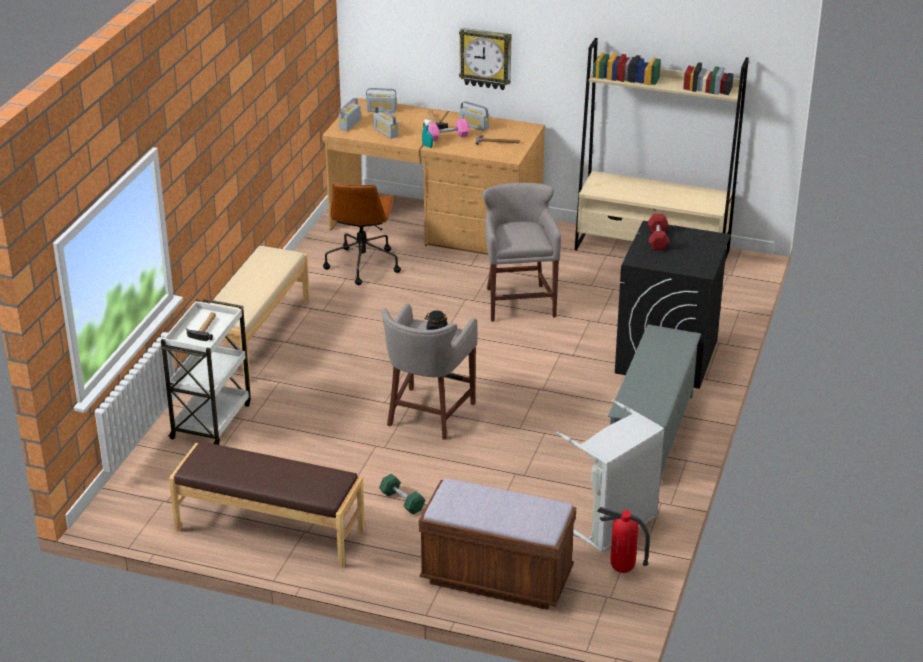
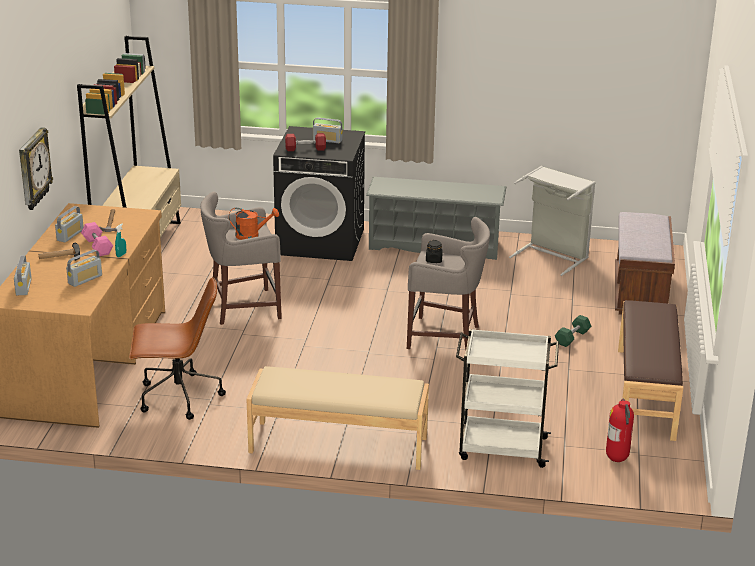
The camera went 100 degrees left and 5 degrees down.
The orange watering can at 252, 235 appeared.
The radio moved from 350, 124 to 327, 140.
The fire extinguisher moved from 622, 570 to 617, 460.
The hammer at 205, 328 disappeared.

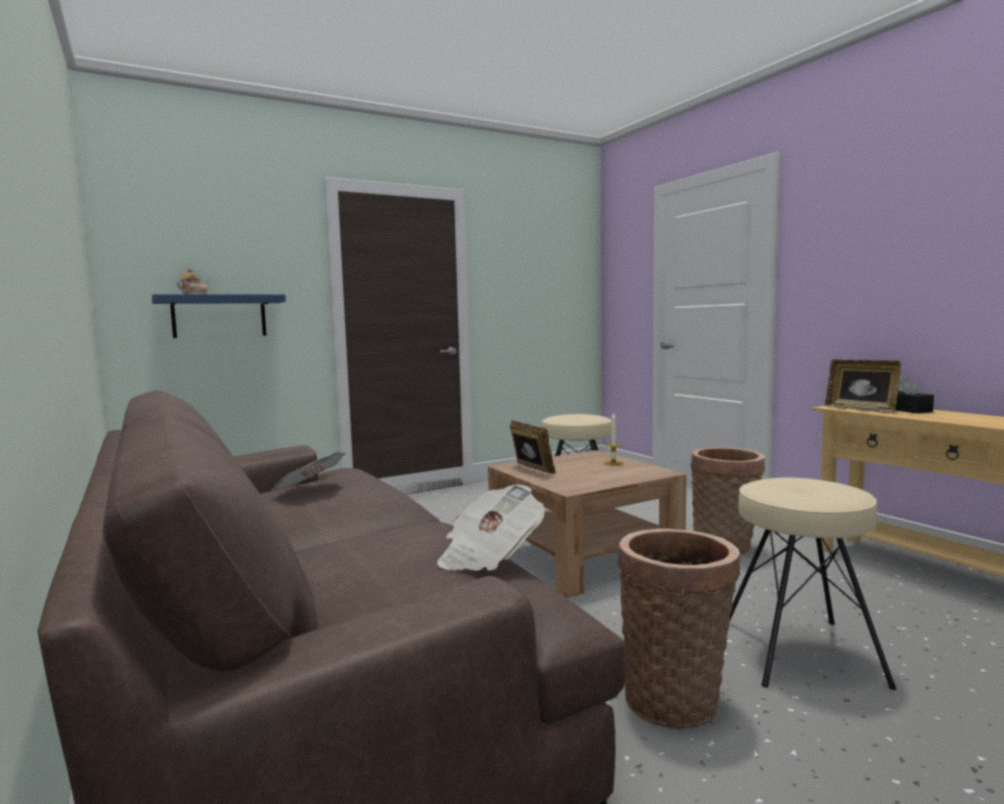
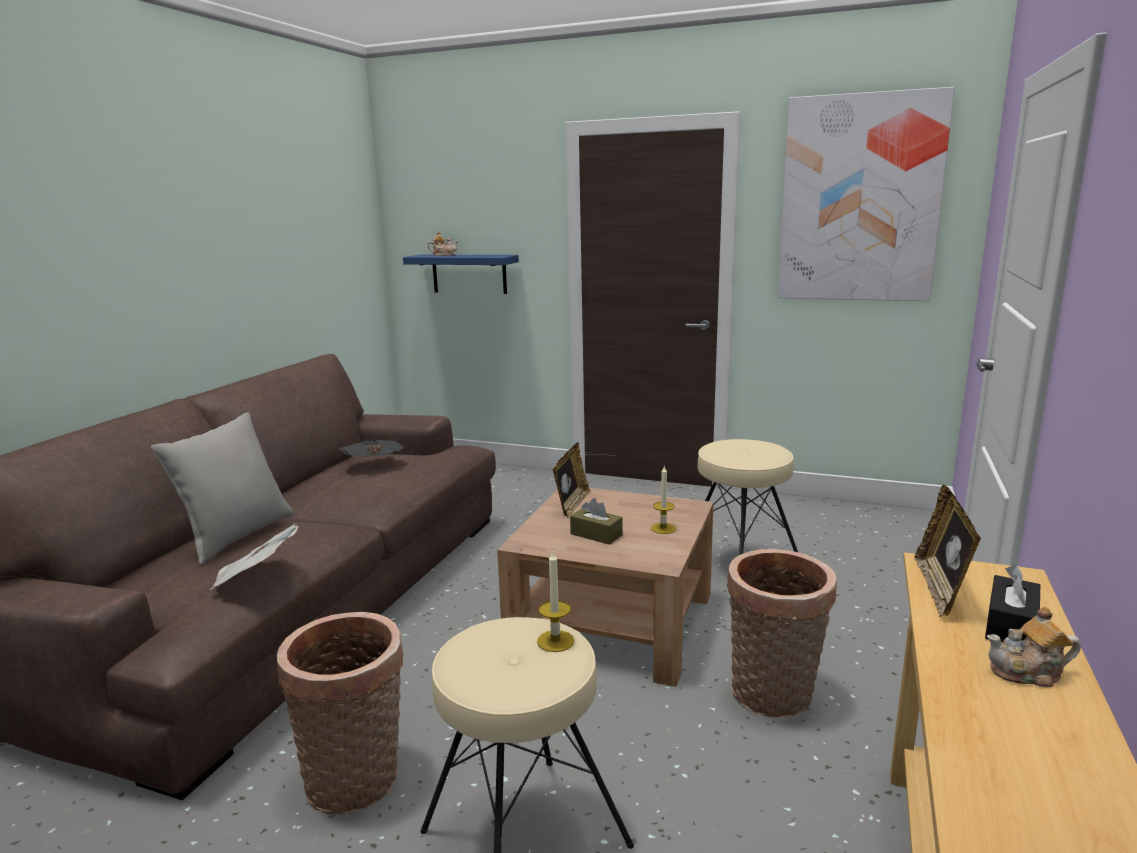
The camera went 50 degrees right and 10 degrees up.
The grey pillow at 236, 536 appeared.
The candle at 555, 641 appeared.
The brown tissue box at 596, 534 appeared.
The picture at 859, 199 appeared.
The teapot at 1028, 673 appeared.

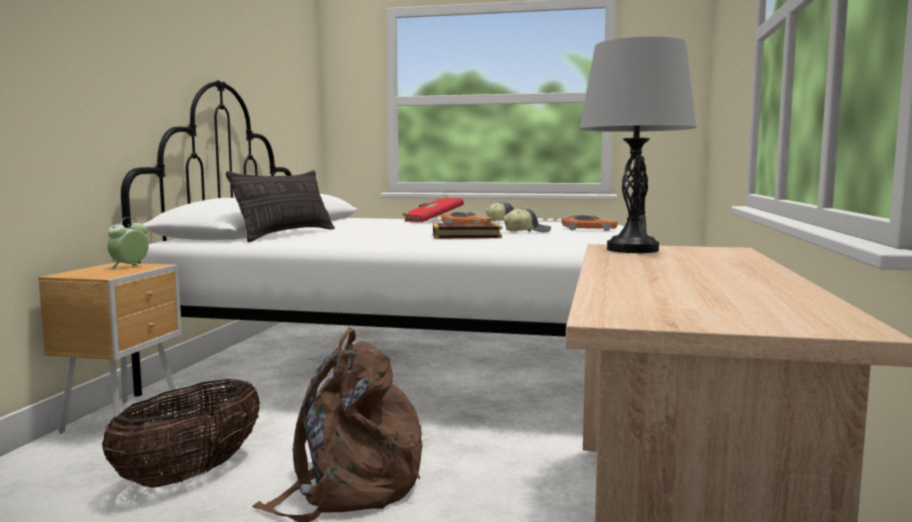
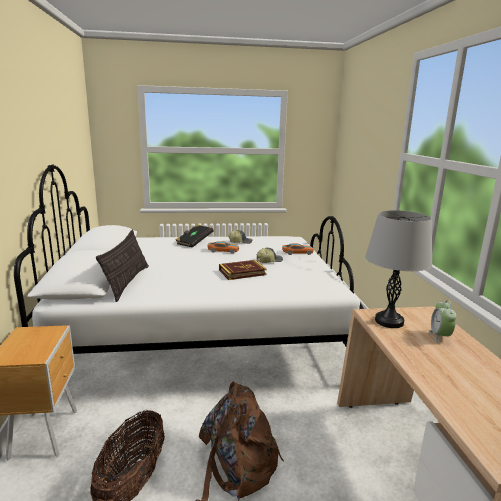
The camera went 20 degrees left and 10 degrees up.
The red book at 432, 221 became the black book at 194, 242.
The alarm clock moved from 129, 267 to 440, 336.

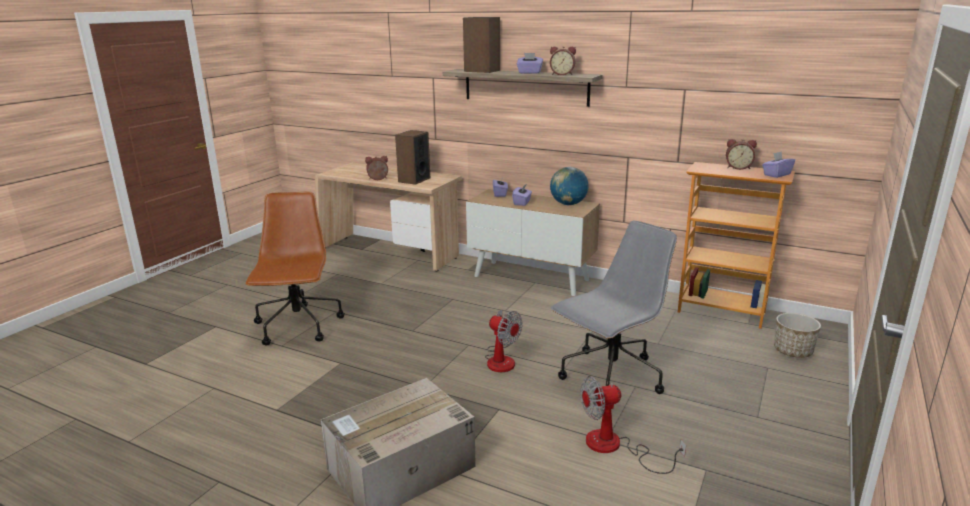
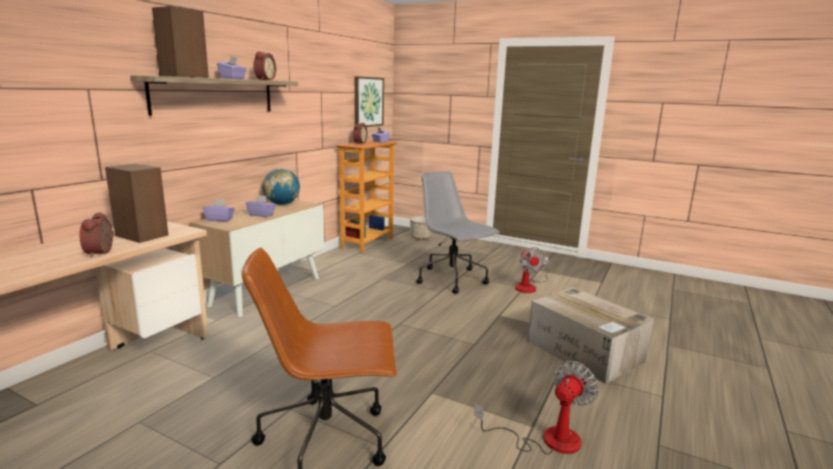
The camera went 90 degrees left and 5 degrees down.
The picture at 368, 102 appeared.
The fan moved from 501, 359 to 547, 439.

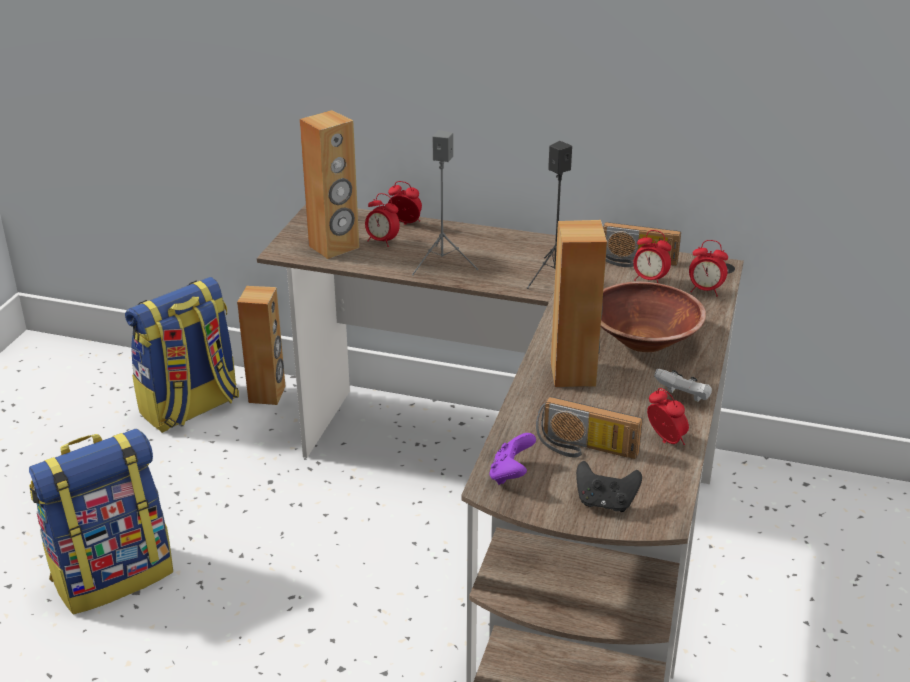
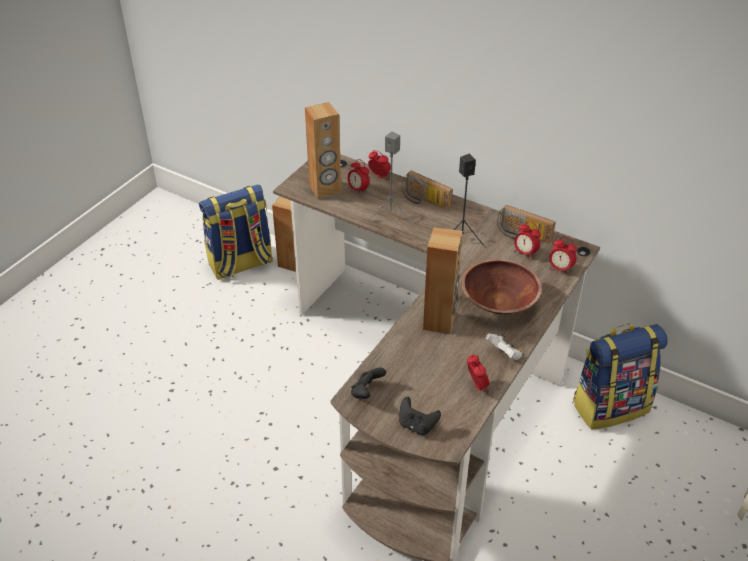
The camera went 15 degrees right and 10 degrees up.
The purple game controller at 511, 475 became the black game controller at 366, 392.
The radio moved from 584, 449 to 424, 201.
The backpack moved from 113, 575 to 610, 405.

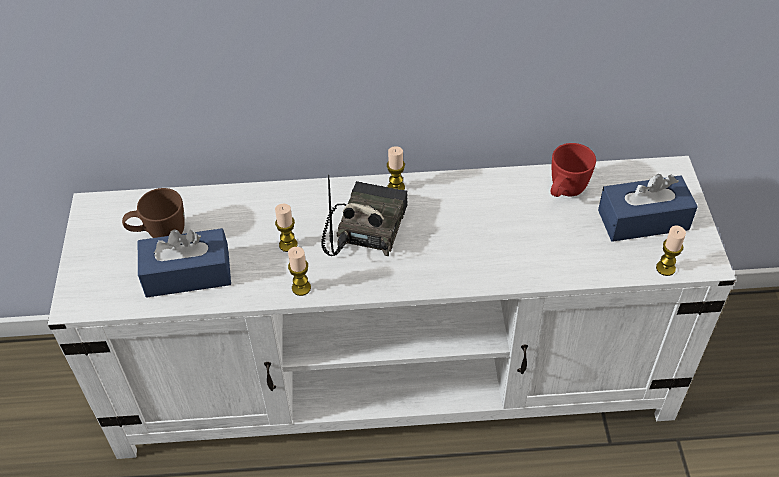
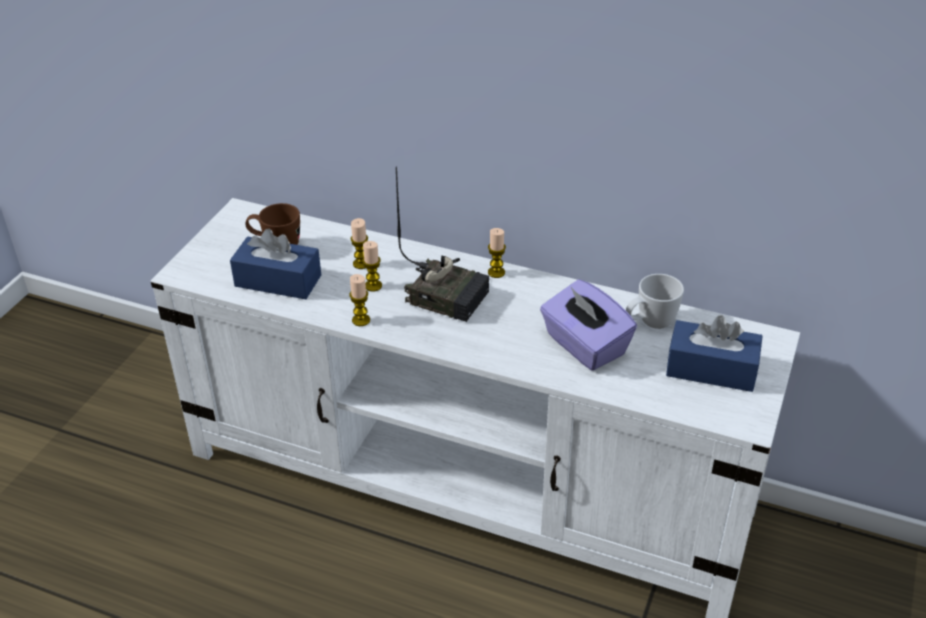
The camera went 25 degrees right and 10 degrees down.
The candle moved from 665, 268 to 361, 264.
The radio at 365, 227 turned 75 degrees clockwise.
The purple tissue box at 584, 346 appeared.
The red mug at 564, 193 became the white mug at 649, 324.

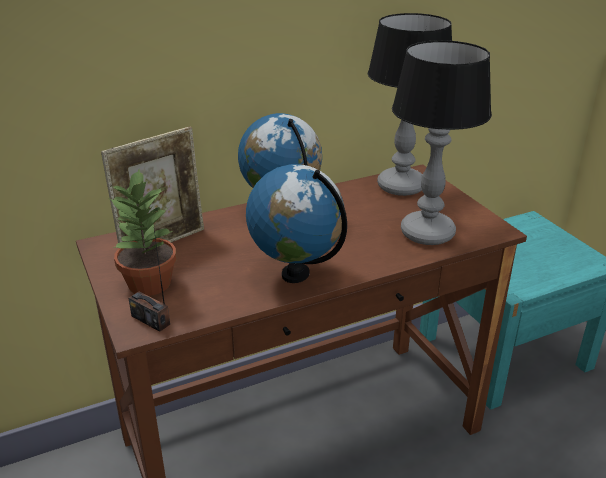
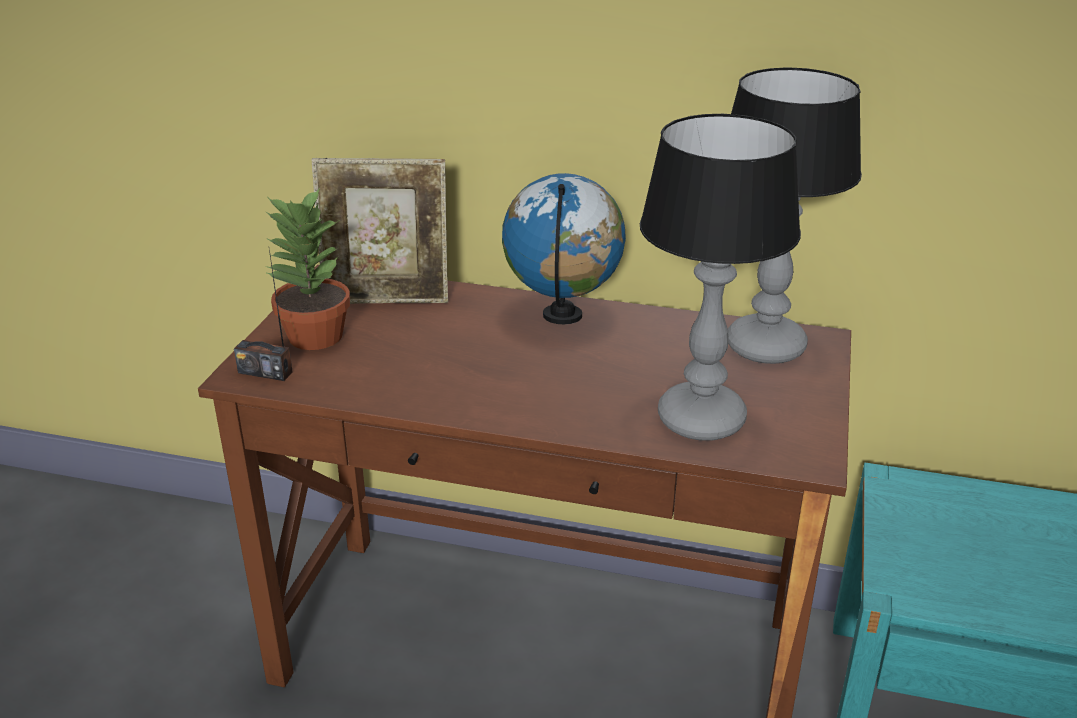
The camera went 40 degrees right and 0 degrees up.
The radio at 151, 320 turned 60 degrees counterclockwise.
The globe at 296, 274 disappeared.

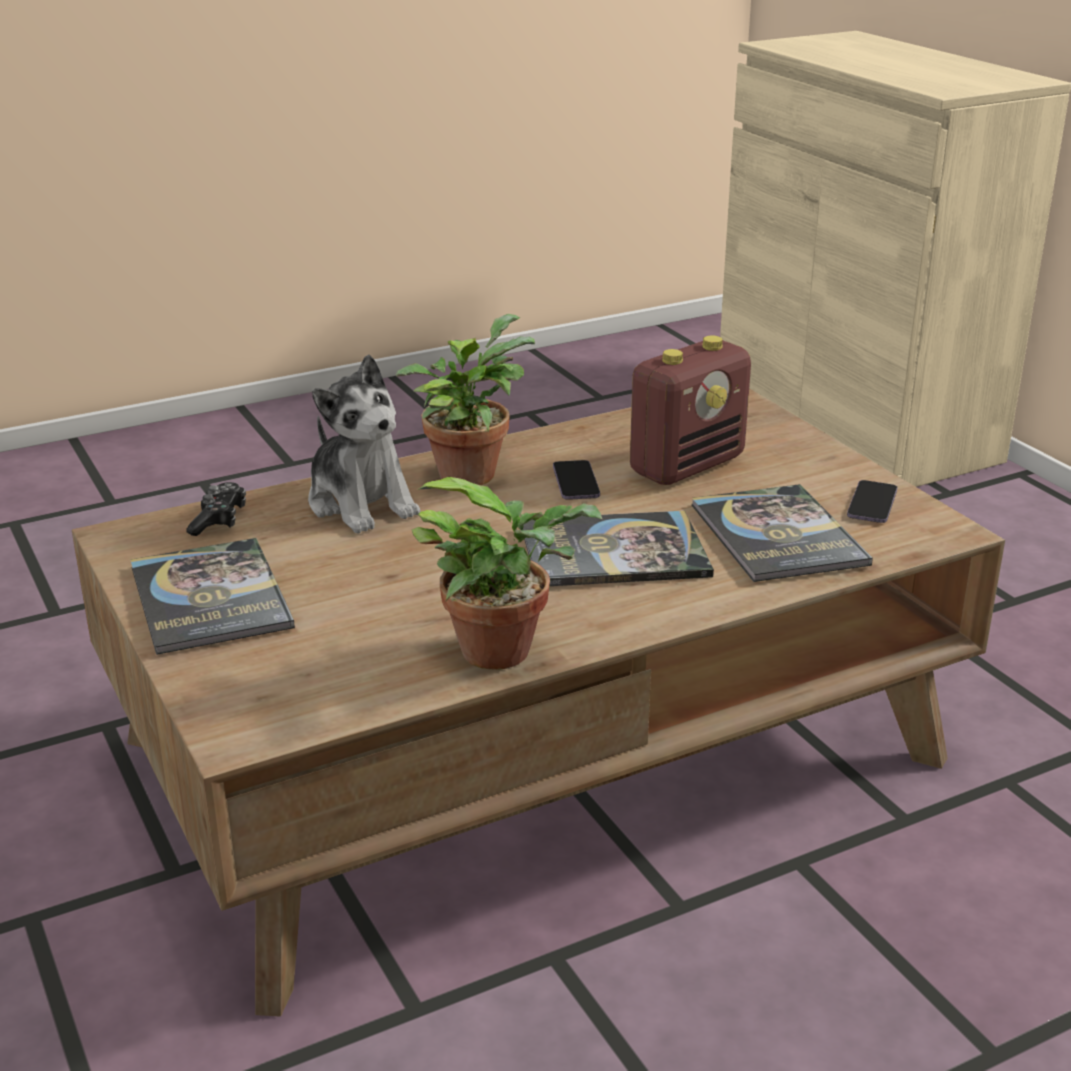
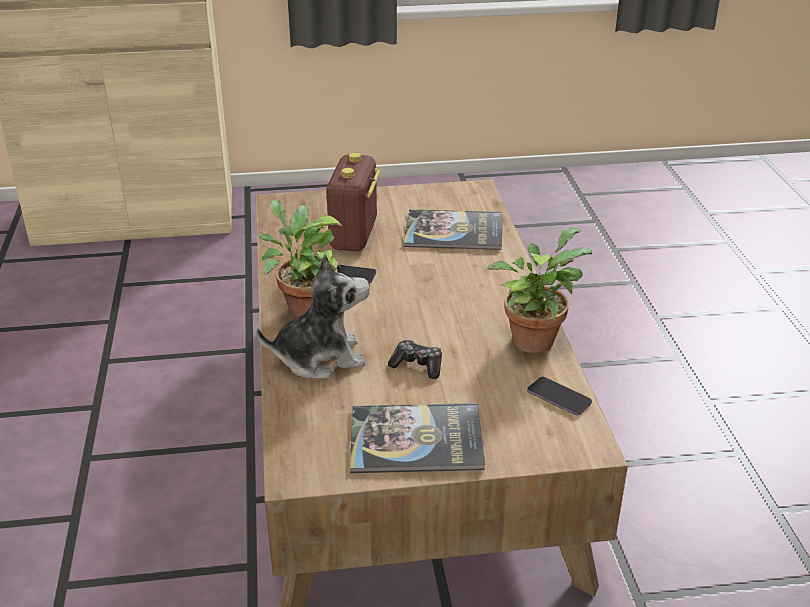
The camera went 70 degrees left and 5 degrees up.
The radio at 687, 465 turned 150 degrees counterclockwise.
The game controller moved from 219, 520 to 417, 365.
The phone moved from 872, 504 to 559, 397.
The book at 613, 552 disappeared.

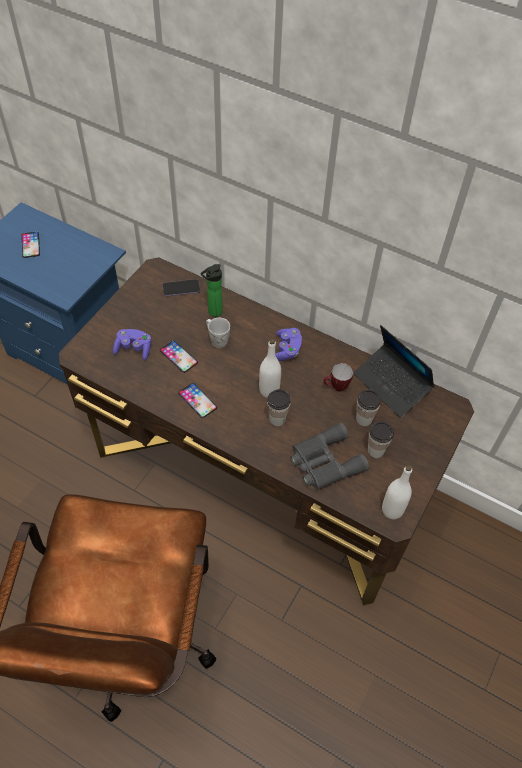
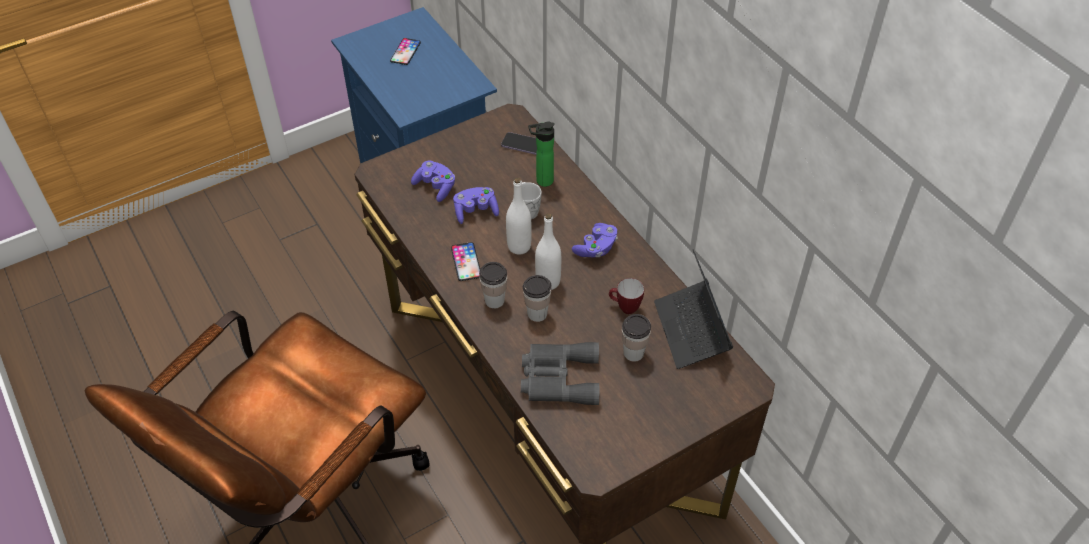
The camera went 30 degrees right and 5 degrees down.
The phone at 178, 356 was replaced by the purple game controller at 476, 211.
The cup moved from 376, 450 to 494, 300.
The white bottle moved from 392, 510 to 519, 246.

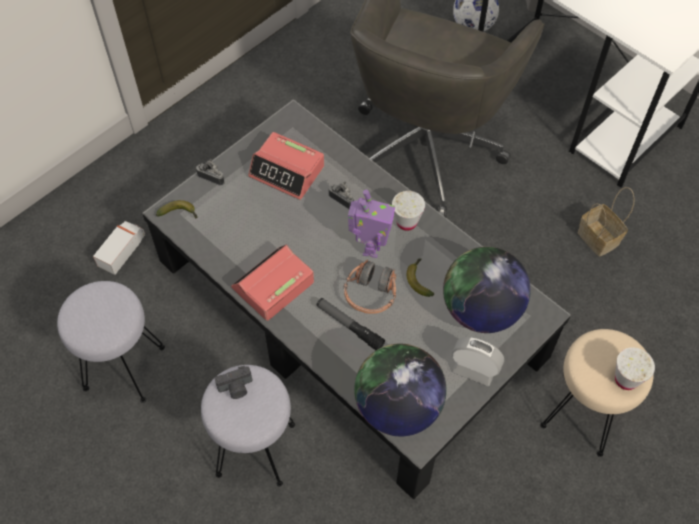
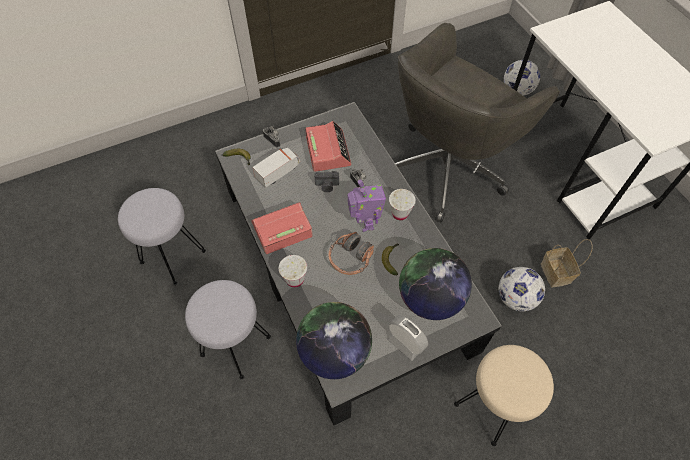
The camera went 20 degrees right and 0 degrees up.
The toy truck moved from 123, 252 to 278, 172.
The white cup moved from 626, 379 to 295, 279.
The alarm clock at 287, 171 turned 150 degrees counterclockwise.
The photo camera moved from 236, 388 to 327, 186.
The toy robot at 370, 247 turned 45 degrees counterclockwise.
The football at 515, 298 appeared.
The flashlight at 349, 326 disappeared.

